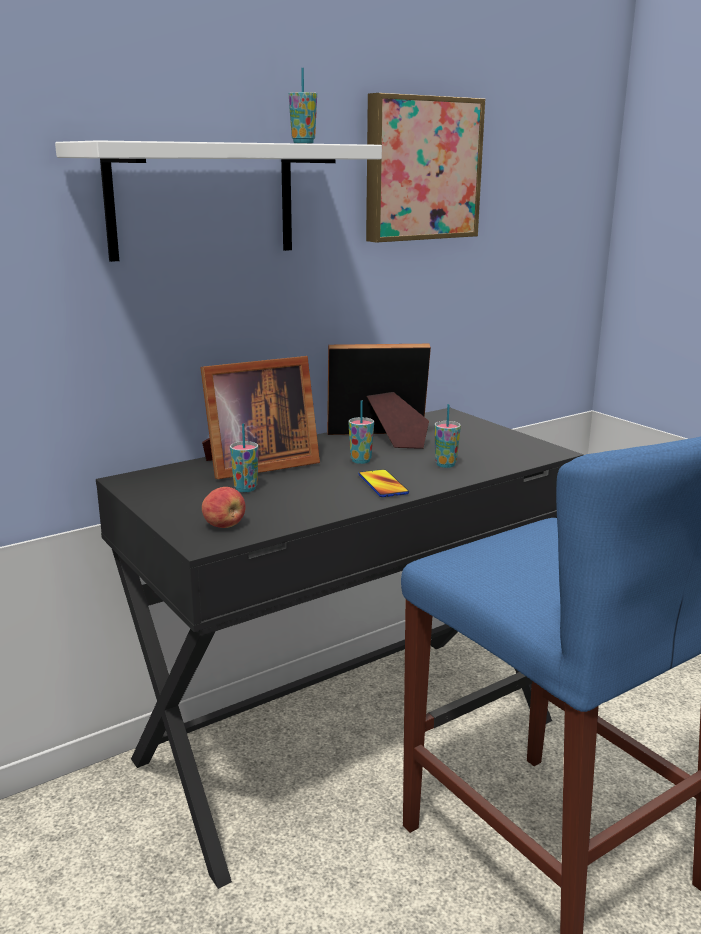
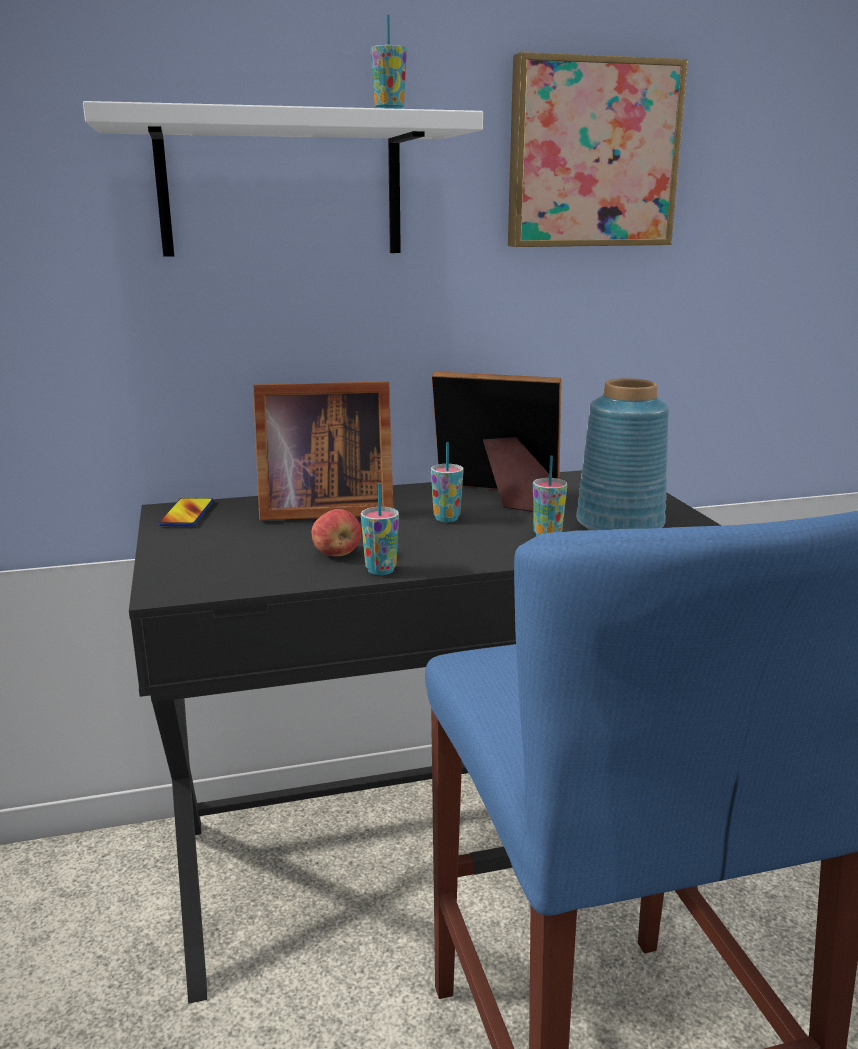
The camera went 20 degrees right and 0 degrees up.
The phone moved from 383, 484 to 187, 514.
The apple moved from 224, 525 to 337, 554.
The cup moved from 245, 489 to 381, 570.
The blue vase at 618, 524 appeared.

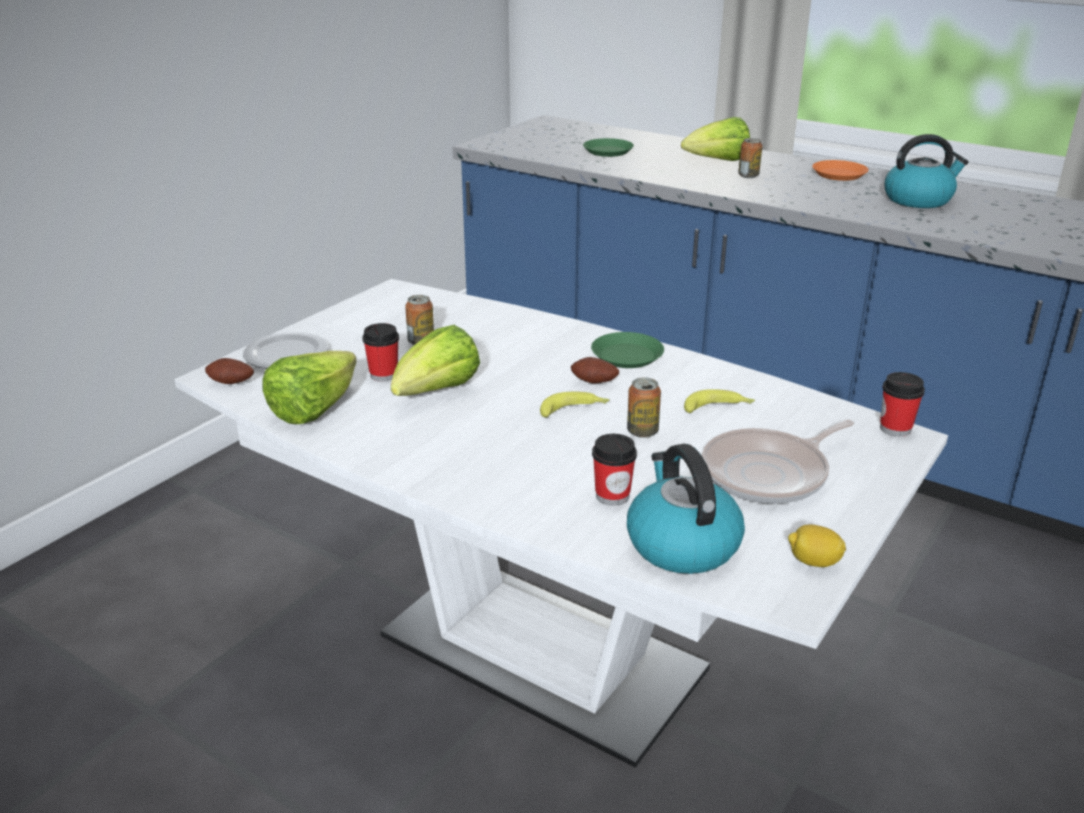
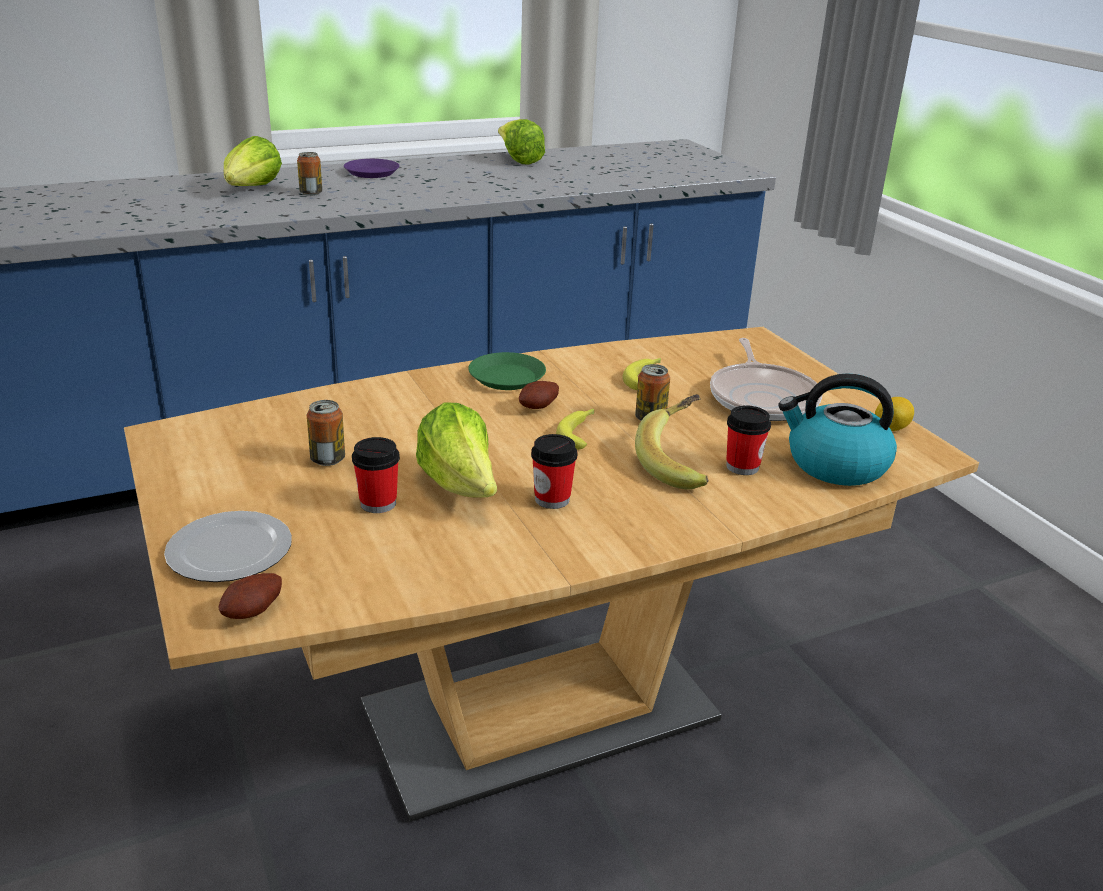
The camera went 60 degrees left and 0 degrees up.
The white dining table at 542, 653 became the brown dining table at 540, 713.
The orange plate at 839, 175 became the purple plate at 372, 173.
The lettuce moved from 314, 410 to 518, 160.
The cup moved from 895, 429 to 552, 499.
The banana at 681, 463 appeared.
The green plate at 608, 151 disappeared.
The kettle at 918, 199 disappeared.

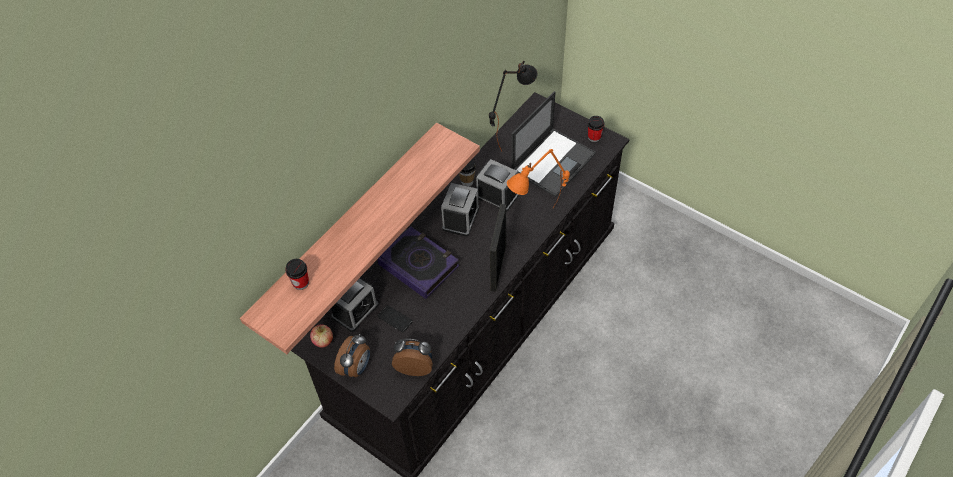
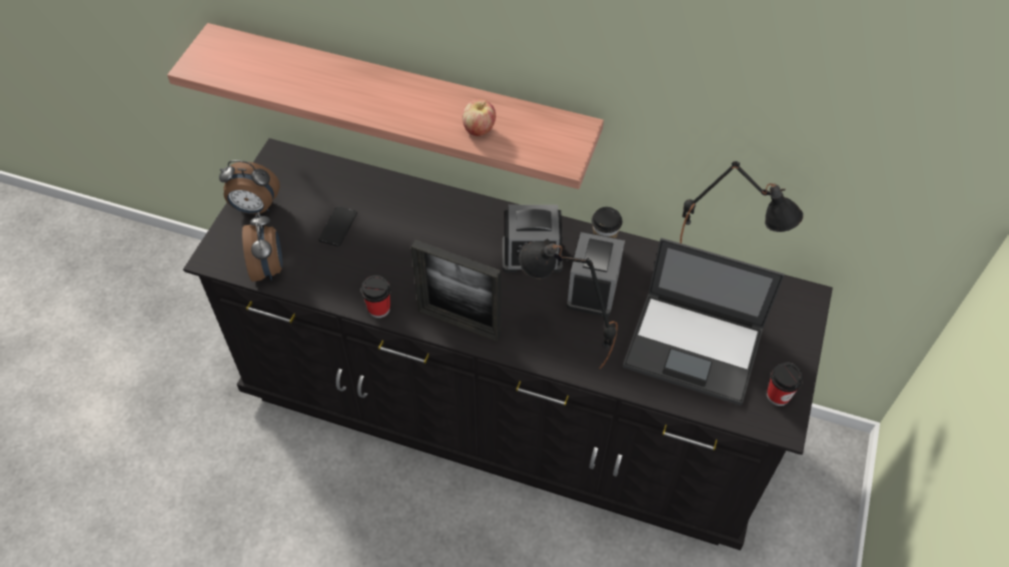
The camera went 70 degrees right and 0 degrees up.
The cup moved from 300, 283 to 379, 309.
The picture frame at 498, 268 turned 150 degrees counterclockwise.
The apple moved from 323, 341 to 479, 129.
The orange table lamp at 537, 223 became the black table lamp at 561, 354.
The alarm clock at 355, 311 disappeared.
The book at 418, 265 disappeared.

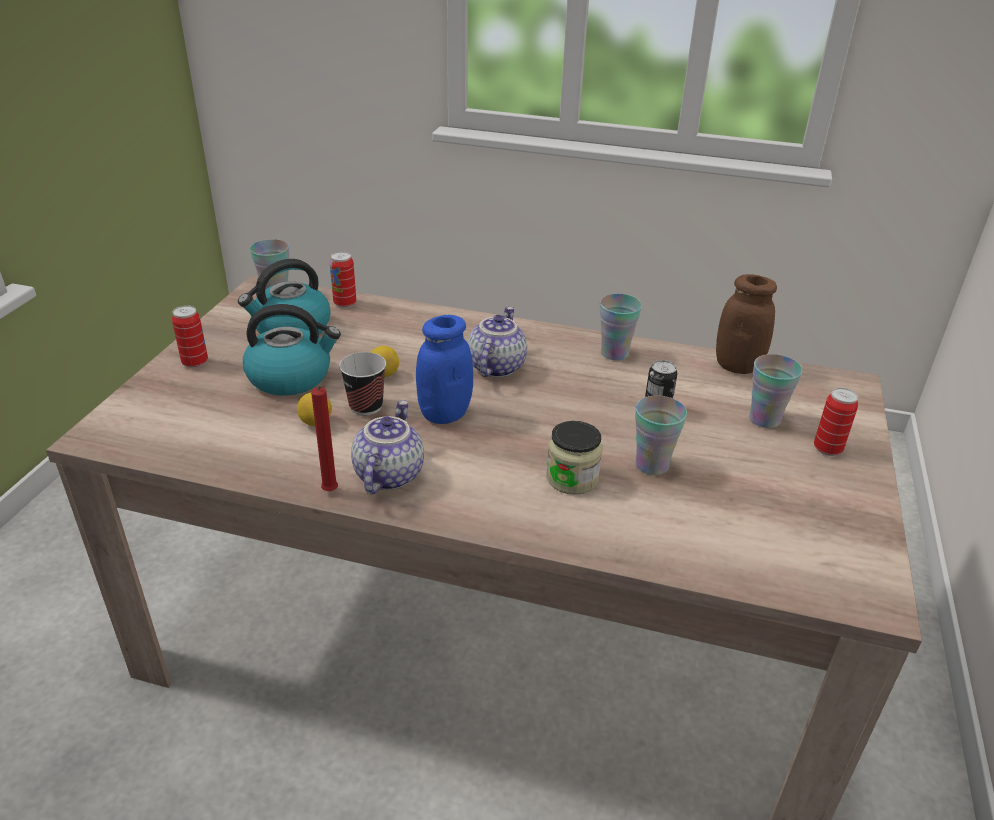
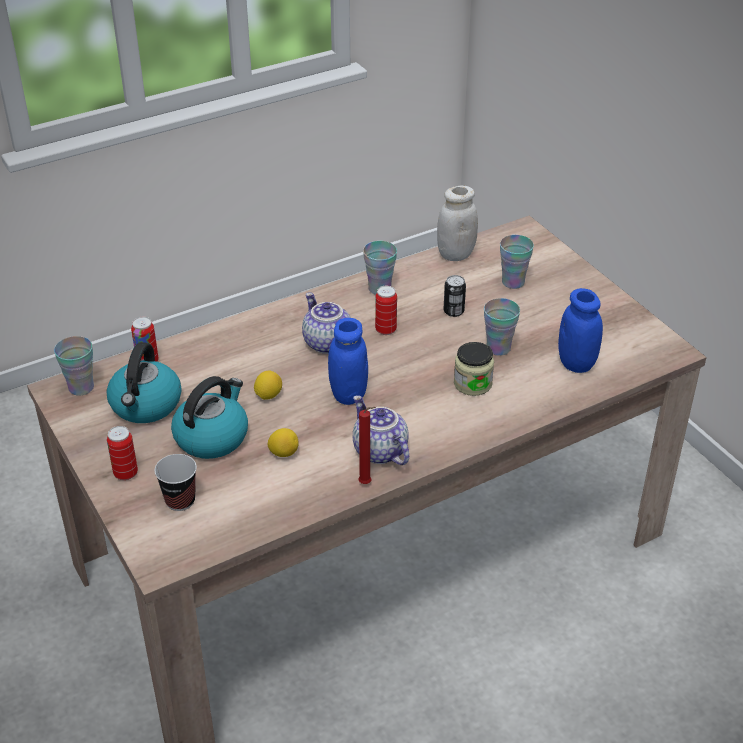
The camera went 45 degrees left and 5 degrees up.
The cup moved from 366, 406 to 180, 500.
The can moved from 827, 449 to 385, 330.
The brown jar at 737, 366 became the white jar at 455, 254.
The blue jar at 576, 363 appeared.

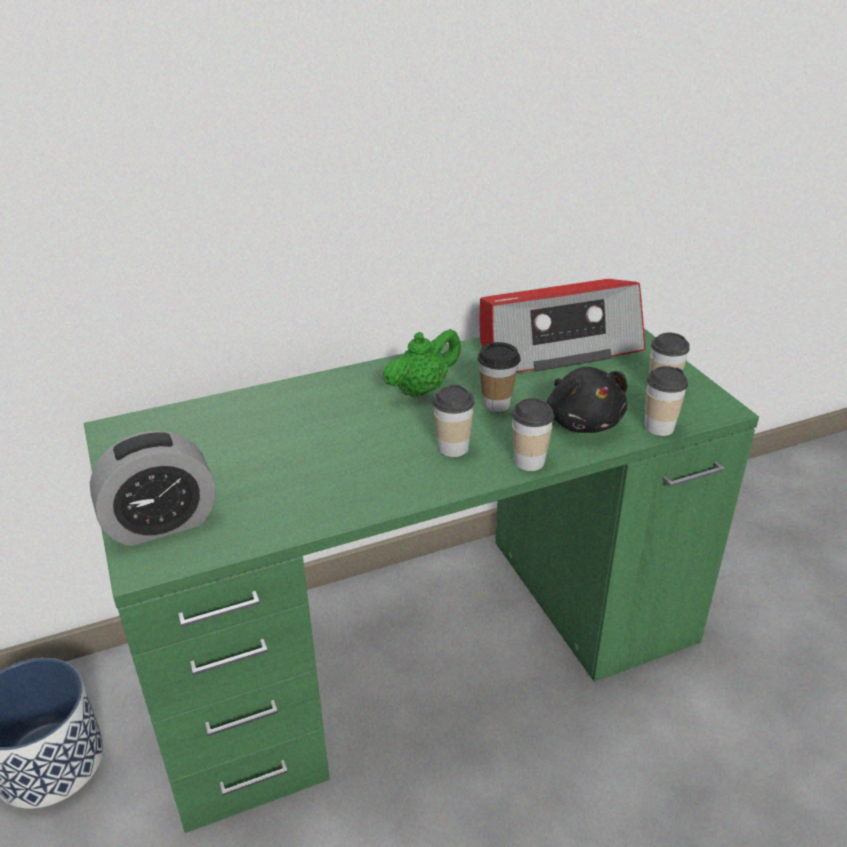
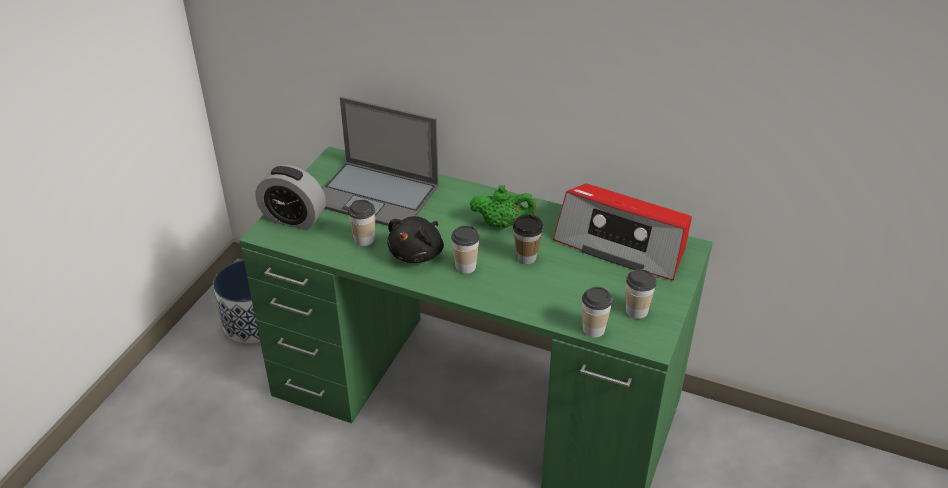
The camera went 45 degrees right and 5 degrees up.
The laptop at 377, 195 appeared.
The cup moved from 529, 461 to 364, 240.
The black plush toy moved from 582, 421 to 418, 253.

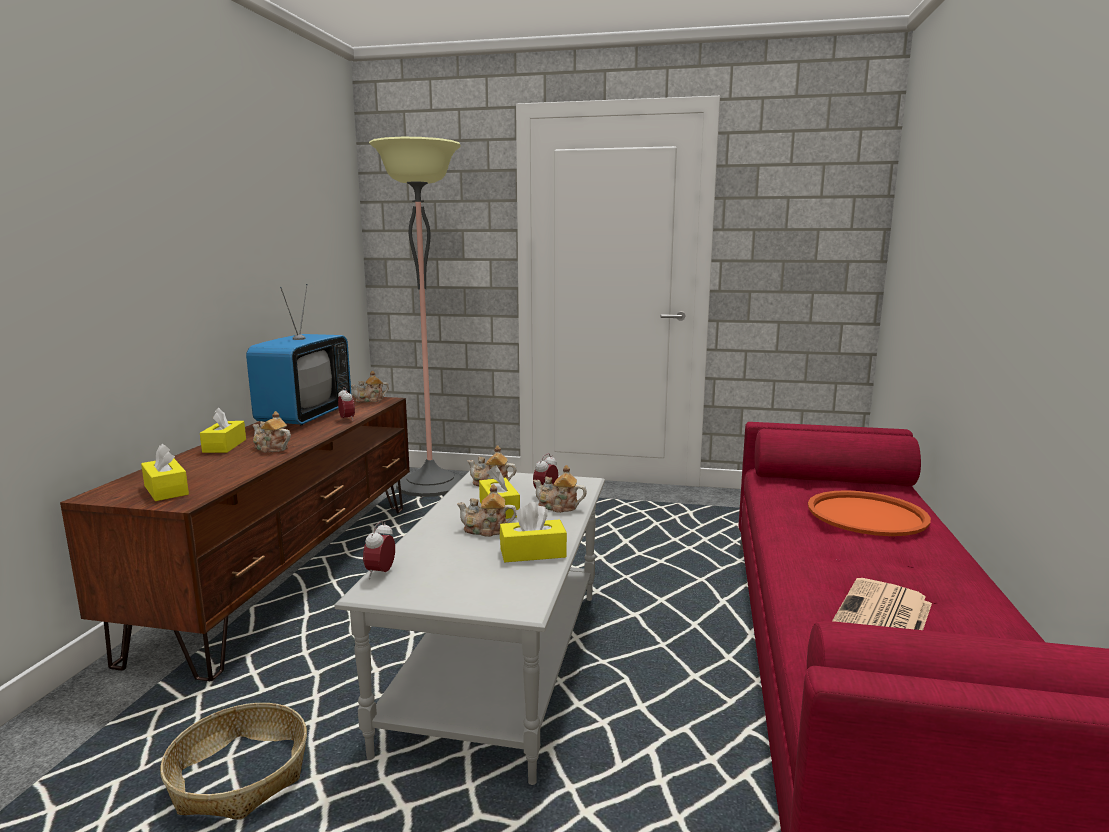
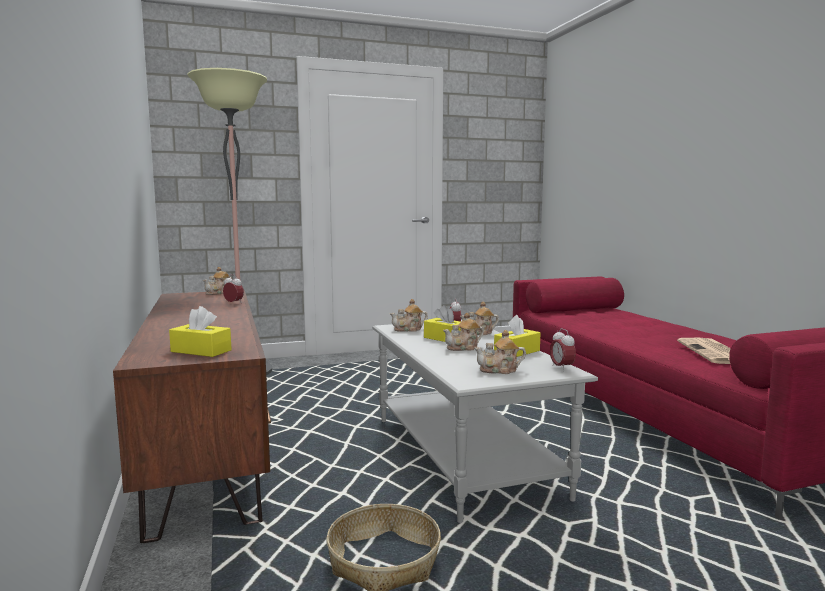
The camera went 30 degrees left and 5 degrees down.
The teapot moved from 271, 448 to 499, 370.
The alarm clock moved from 380, 573 to 561, 368.
The yellow tissue box at 224, 446 disappeared.
The television at 305, 416 disappeared.
The orange tray at 866, 515 disappeared.

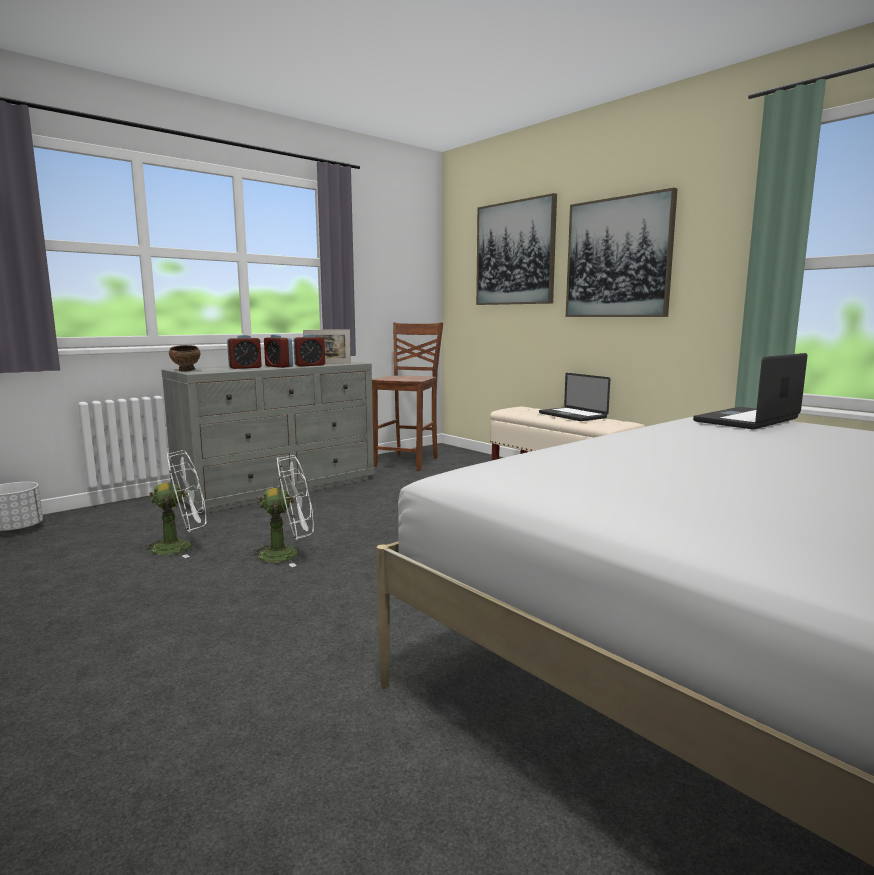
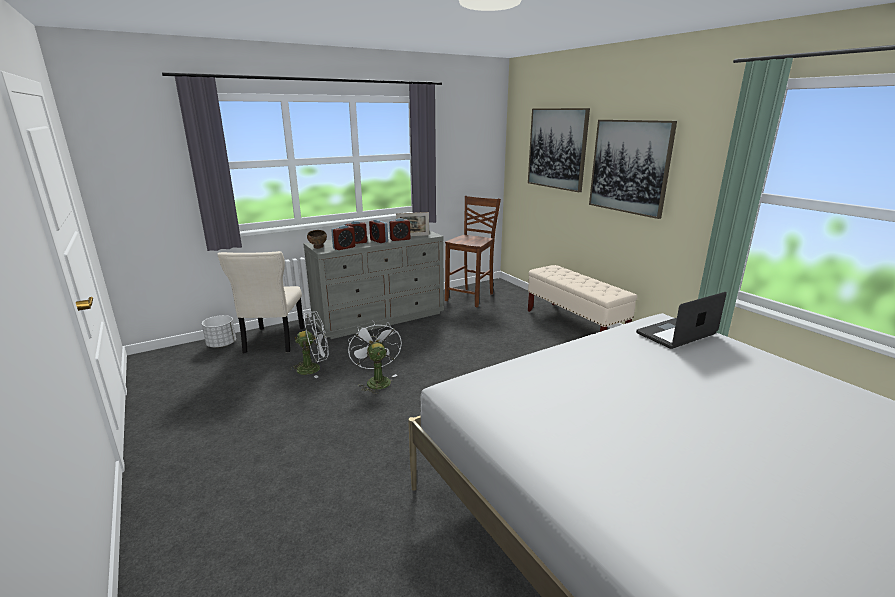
The camera went 10 degrees right and 10 degrees up.
The beige chair at 273, 341 appeared.
The alarm clock at 344, 248 appeared.
The white fan at 288, 554 turned 105 degrees counterclockwise.
The laptop at 572, 415 disappeared.

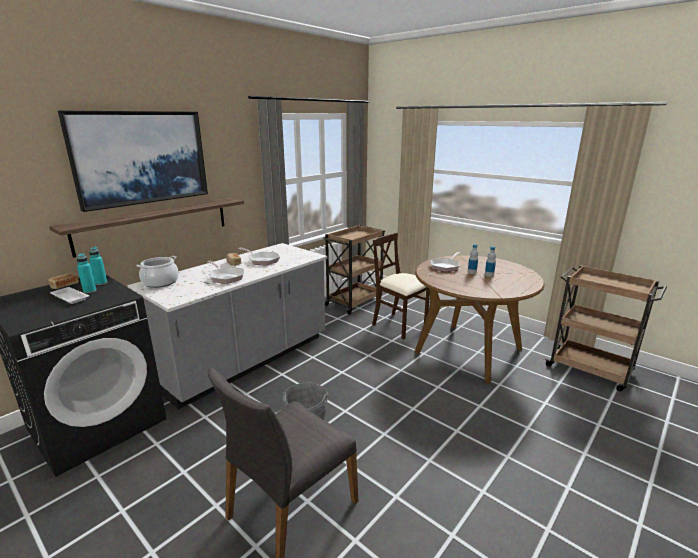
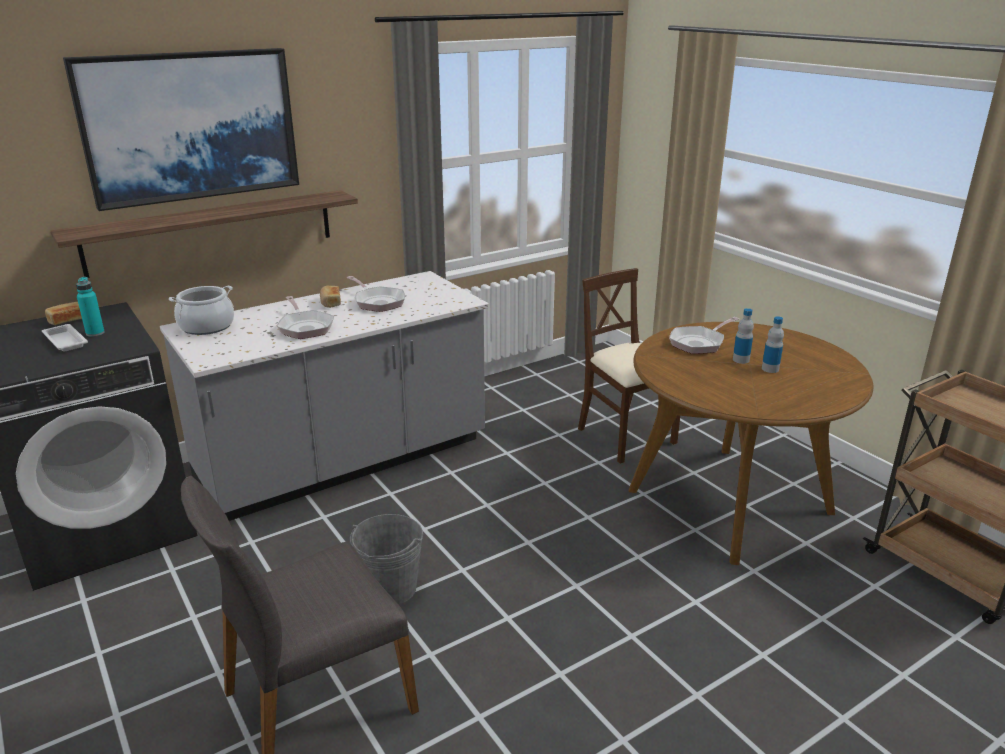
The camera went 15 degrees right and 5 degrees up.
The turquoise bottle at 101, 283 disappeared.
The brown cart at 354, 301 disappeared.

